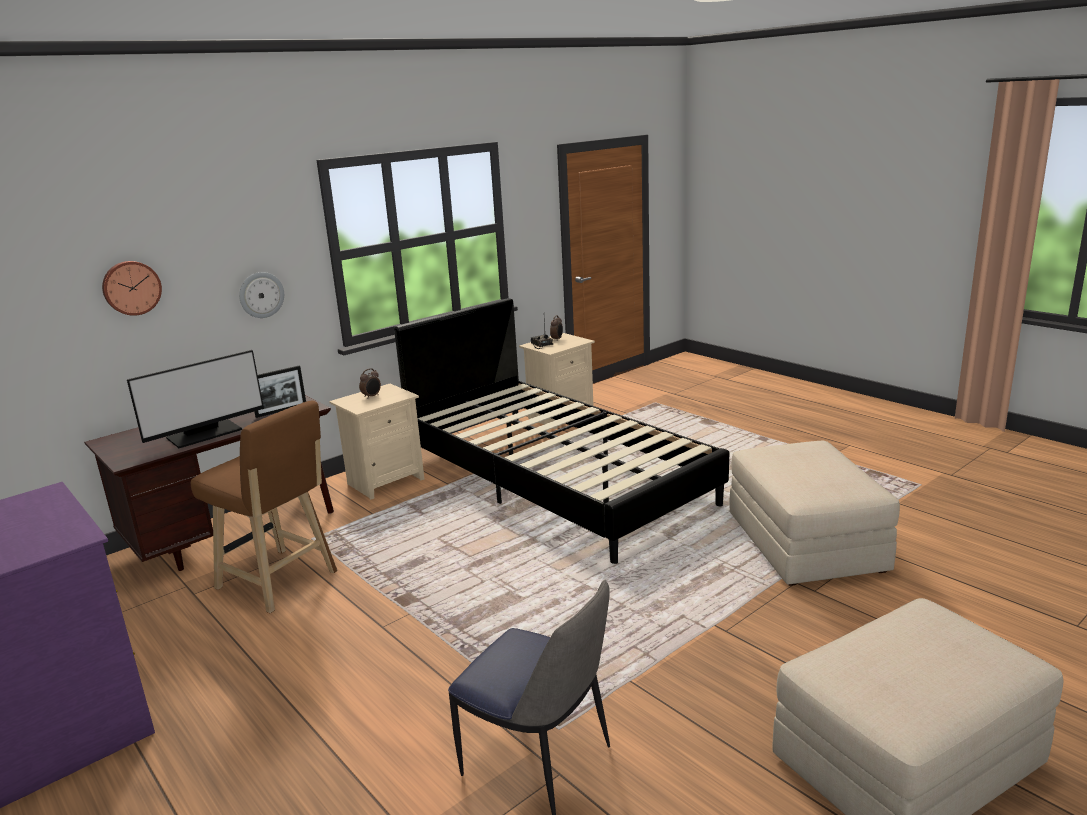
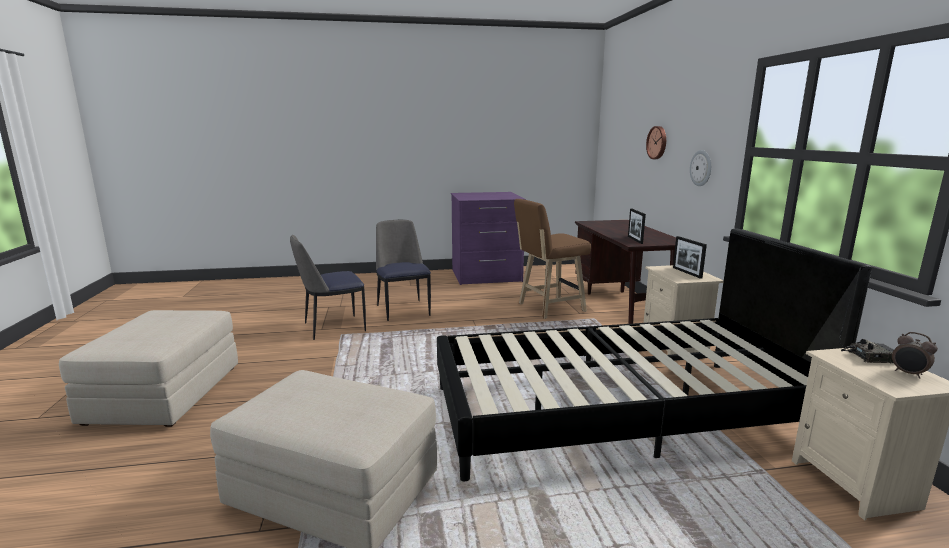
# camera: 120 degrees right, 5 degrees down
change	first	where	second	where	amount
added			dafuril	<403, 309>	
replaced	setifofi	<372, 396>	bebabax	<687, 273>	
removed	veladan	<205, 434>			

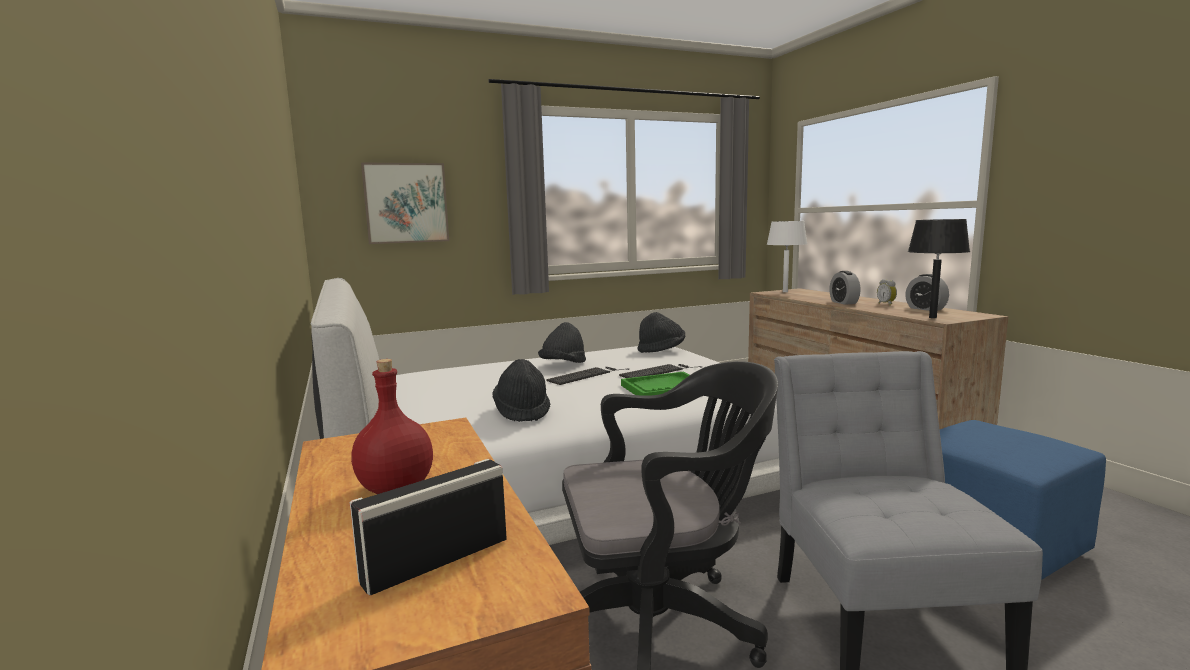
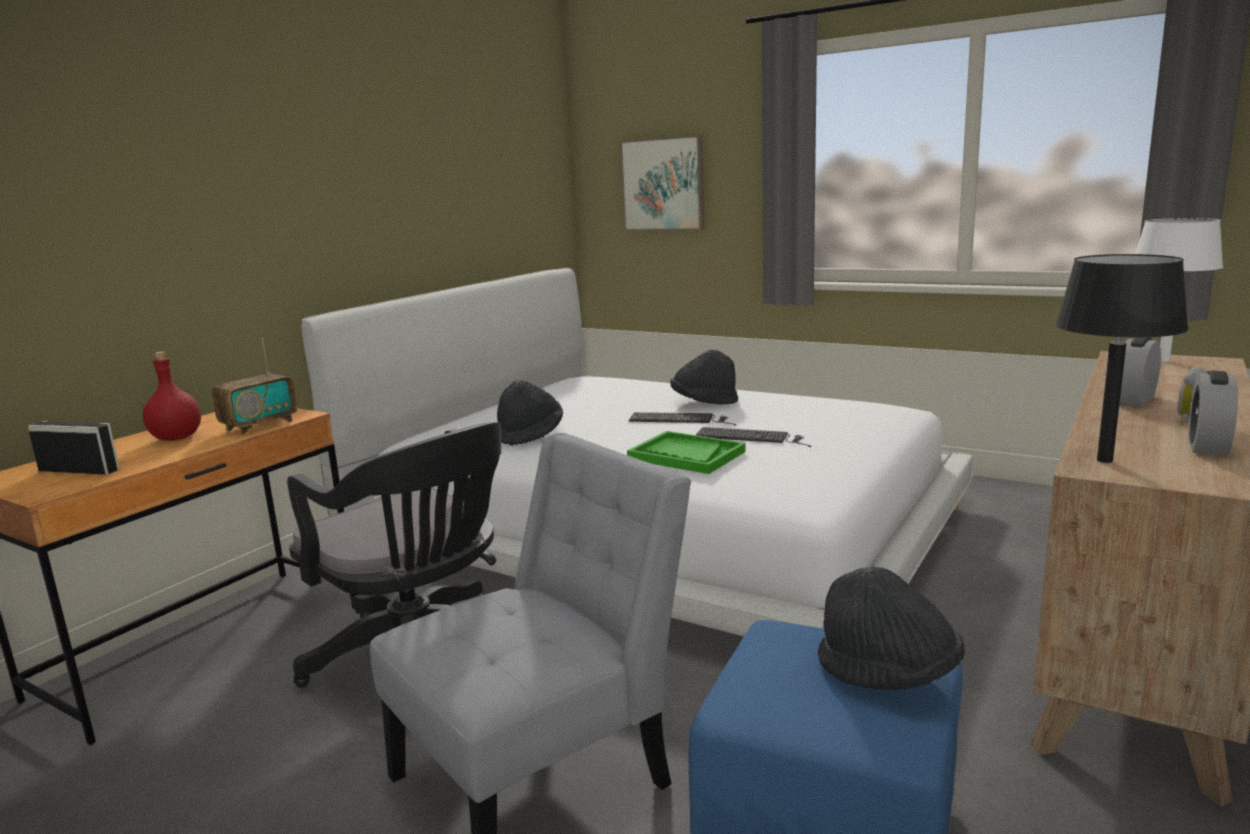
# camera: 55 degrees right, 5 degrees up
change	first	where	second	where	amount
added			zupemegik	<259, 426>	
moved	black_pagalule	<661, 350>		<888, 675>	

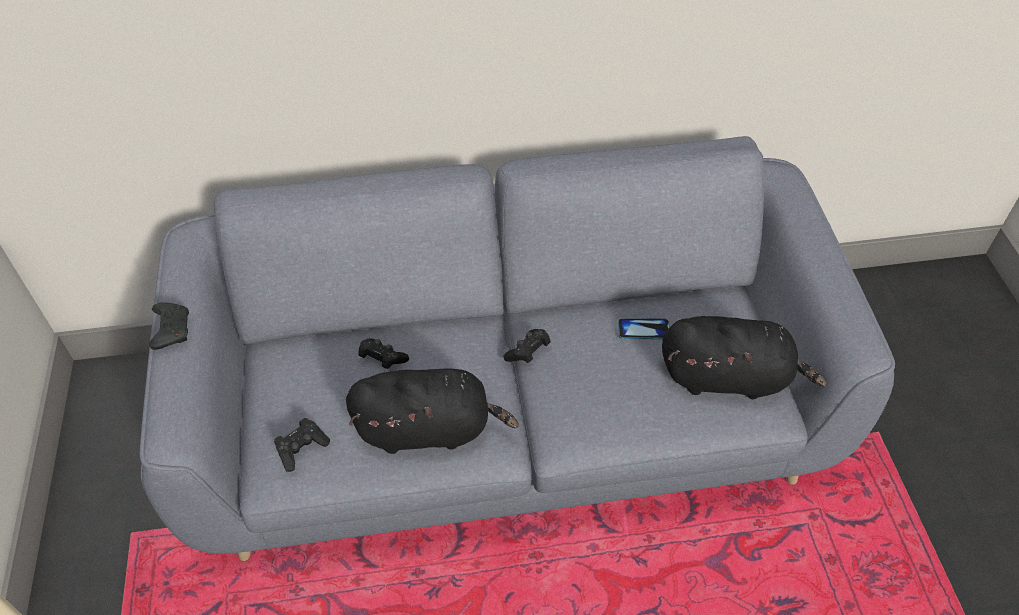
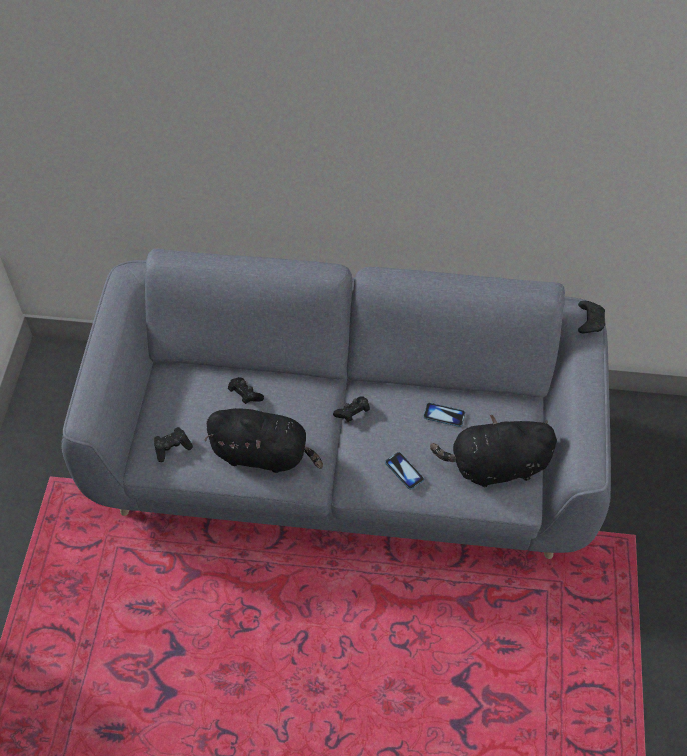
# camera: 15 degrees right, 5 degrees up
change	first	where	second	where	amount
added			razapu	<404, 471>	
turned	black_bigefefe	<729, 377>		<495, 466>	150 degrees clockwise
moved	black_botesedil	<171, 329>		<589, 321>	

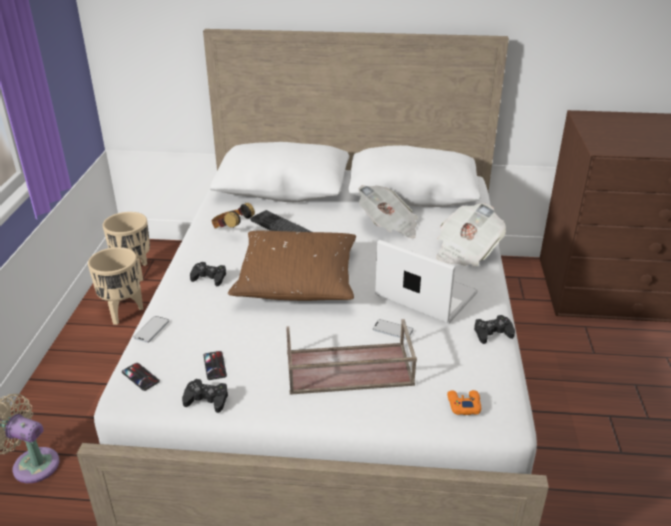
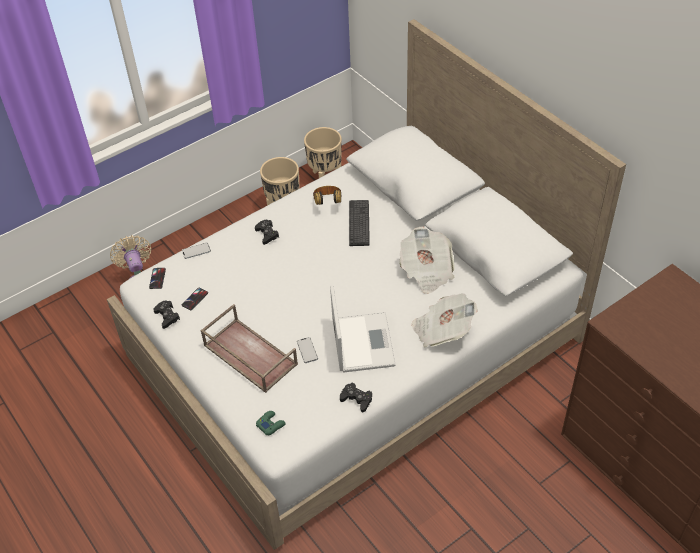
# camera: 50 degrees right, 15 degrees up
change	first	where	second	where	amount
recoloured	orange_botesedil	<463, 405>	green_botesedil	<270, 424>	
removed	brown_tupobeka	<297, 280>			

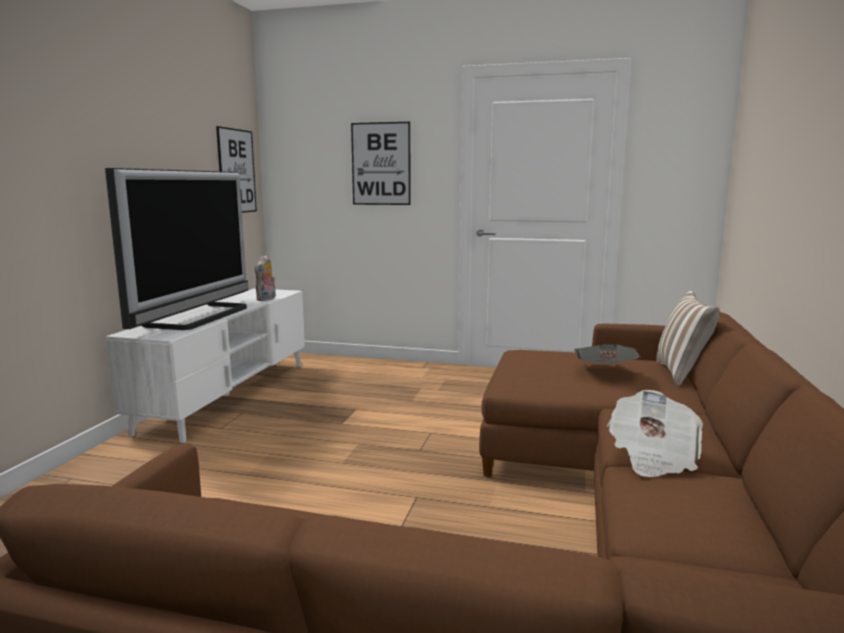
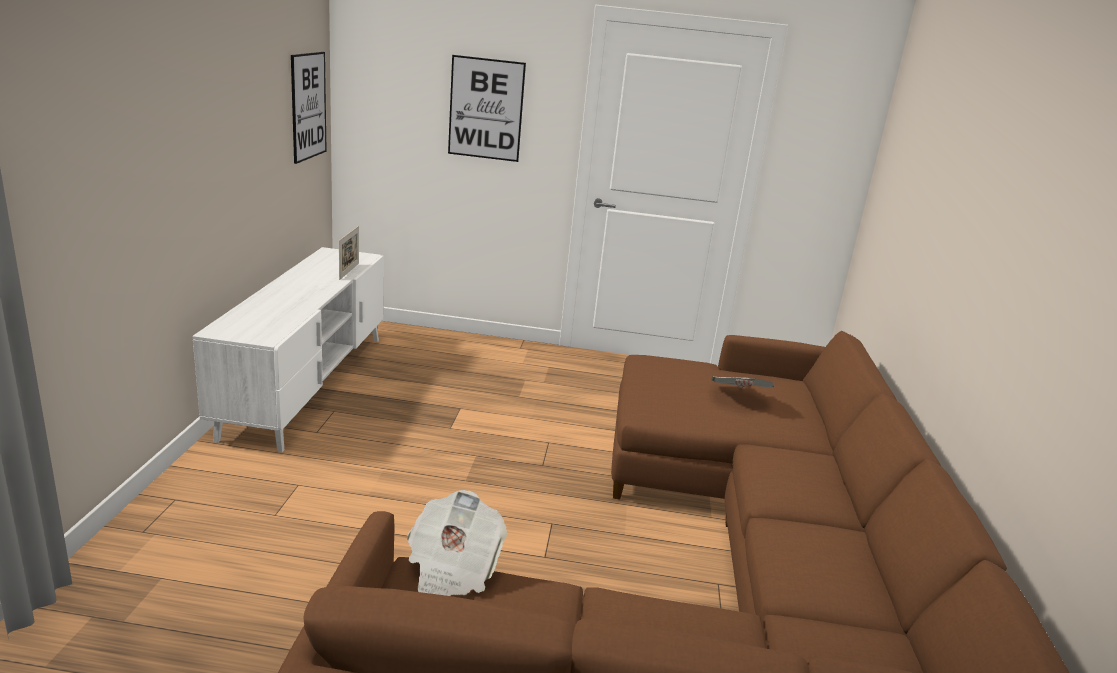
# camera: 10 degrees left, 10 degrees up
change	first	where	second	where	amount
replaced	bigefefe	<266, 299>	bebabax	<349, 271>	
moved	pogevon	<652, 457>		<452, 568>	
removed	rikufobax	<201, 316>			
removed	tupobeka	<682, 373>			

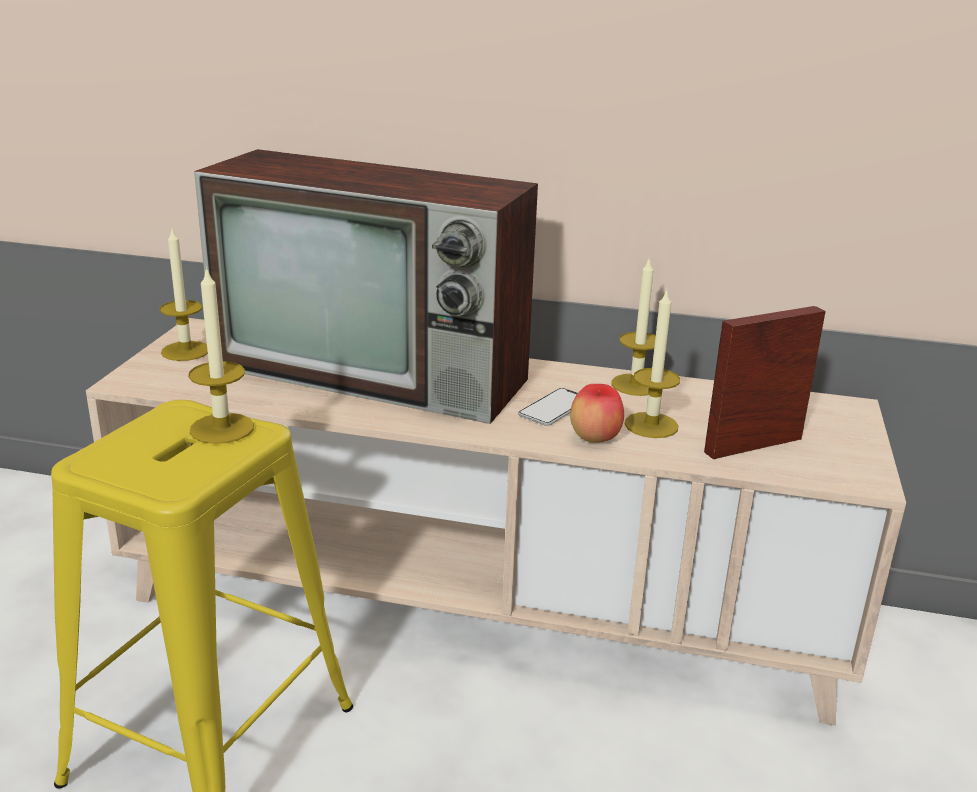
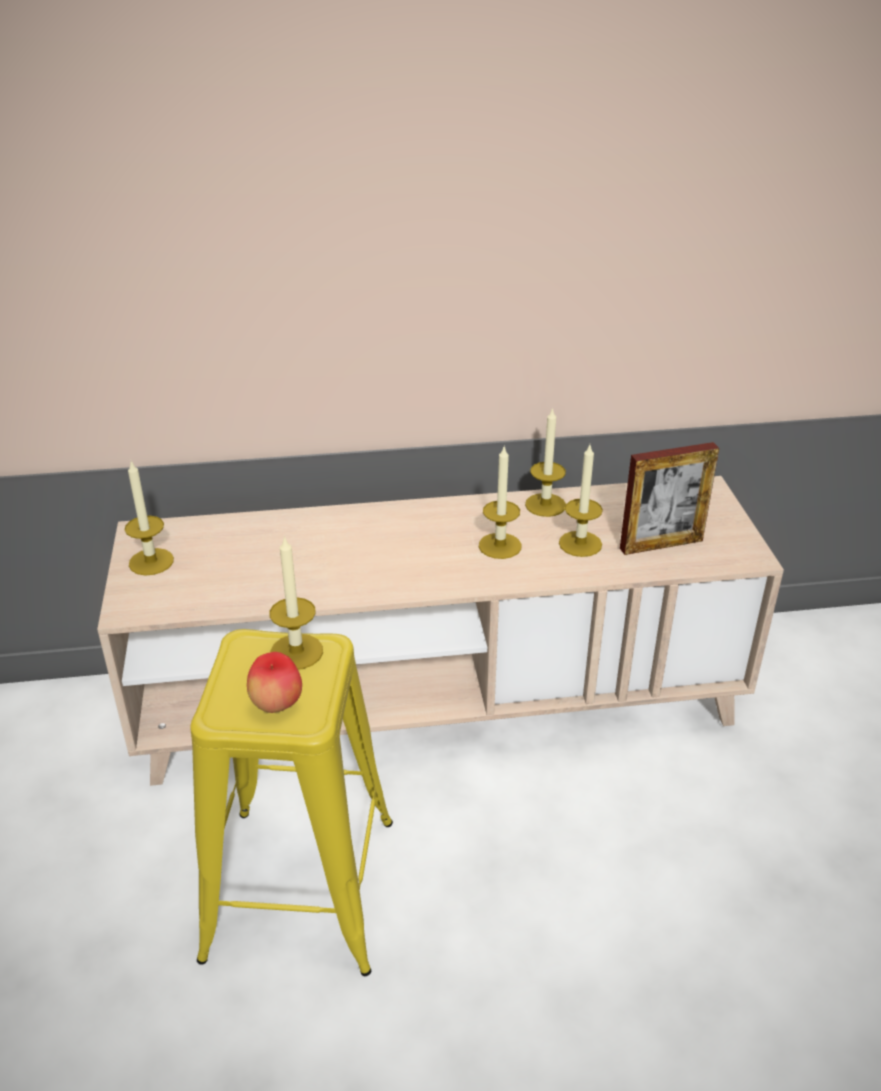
# camera: 20 degrees left, 10 degrees up
change	first	where	second	where	amount
moved	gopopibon	<594, 439>		<277, 705>	
replaced	razapu	<554, 408>	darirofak	<500, 546>	
turned	bebabax	<753, 445>		<661, 544>	150 degrees counterclockwise
removed	rikufobax	<377, 373>			

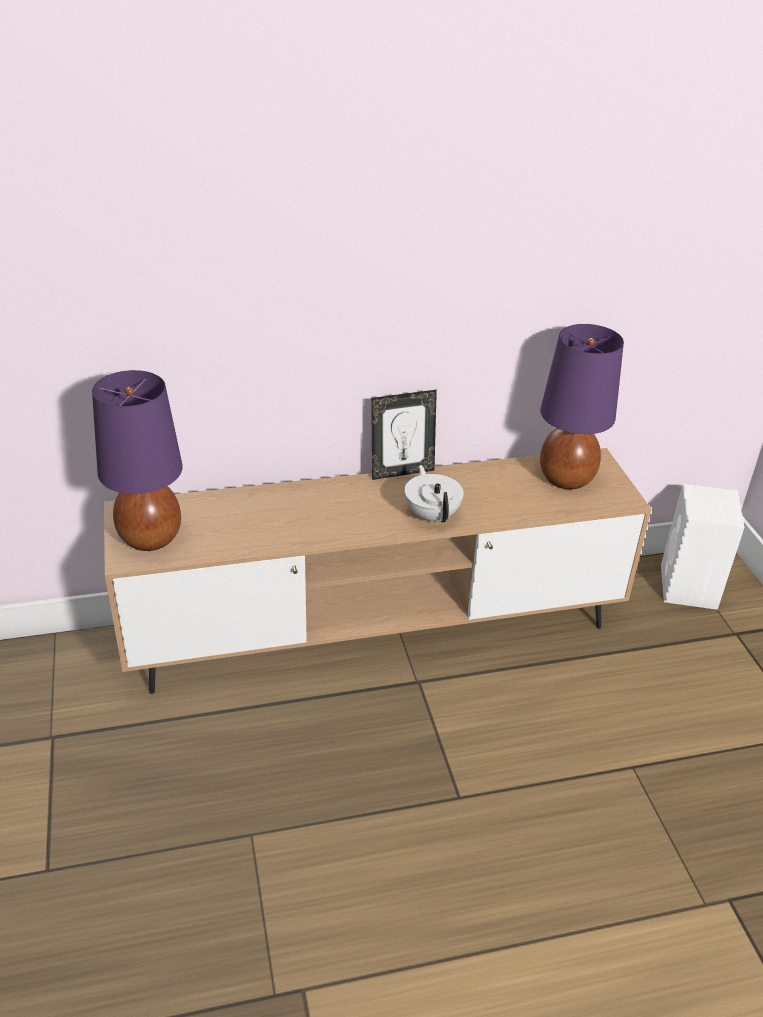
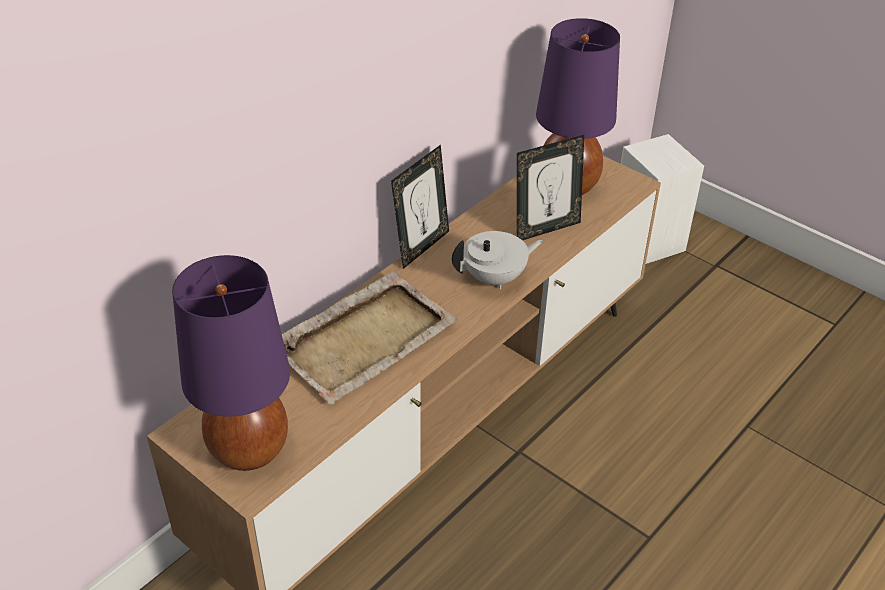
# camera: 35 degrees left, 5 degrees up
change	first	where	second	where	amount
added			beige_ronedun	<366, 338>	
turned	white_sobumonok	<432, 515>		<495, 278>	120 degrees clockwise
added			bebabax	<546, 228>	

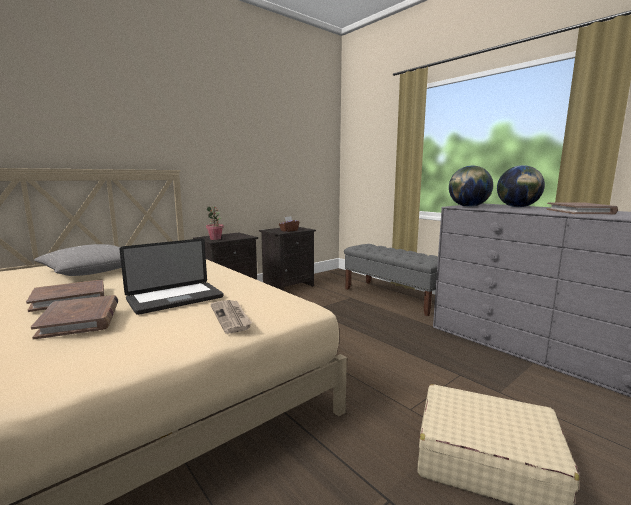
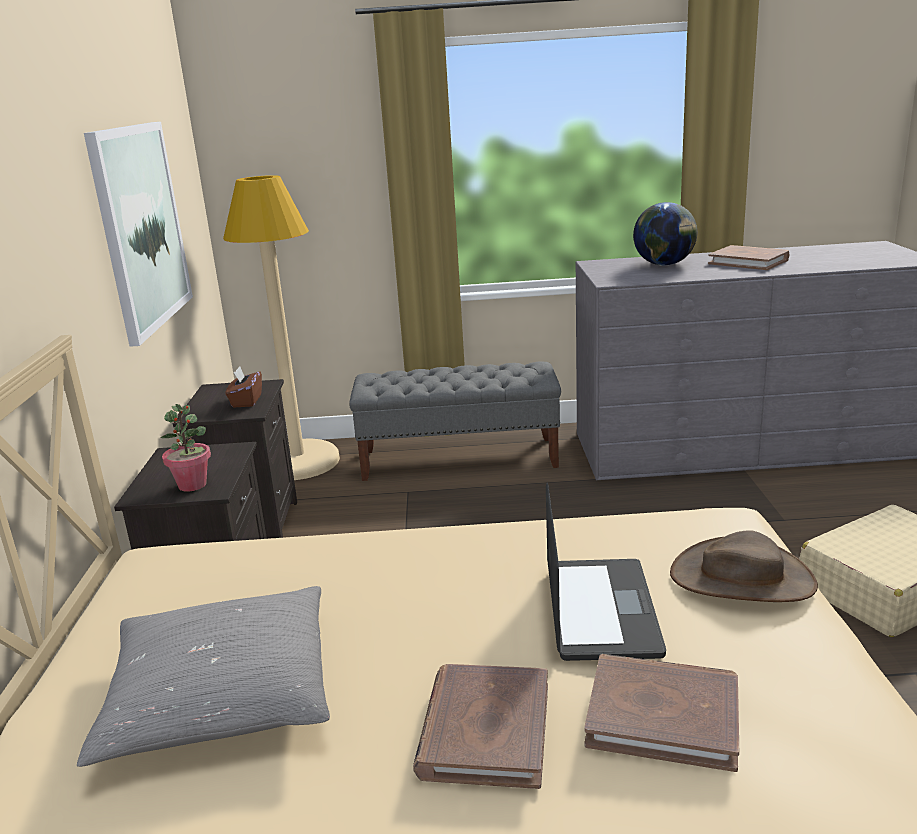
# camera: 50 degrees left, 10 degrees up
change	first	where	second	where	amount
added			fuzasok	<141, 227>	
added			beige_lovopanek	<298, 462>	
replaced	pogevon	<231, 317>	brown_pagalule	<742, 578>	
removed	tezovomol	<468, 206>			

